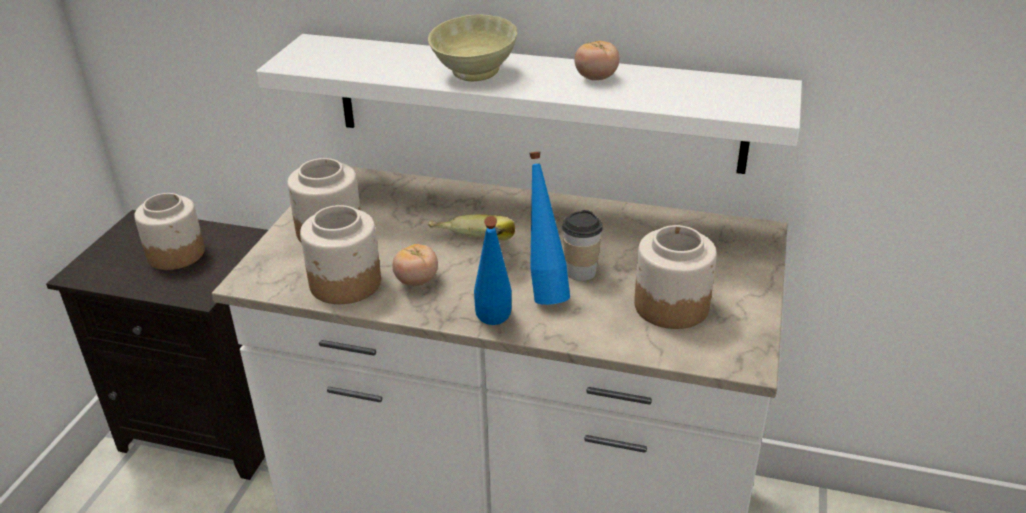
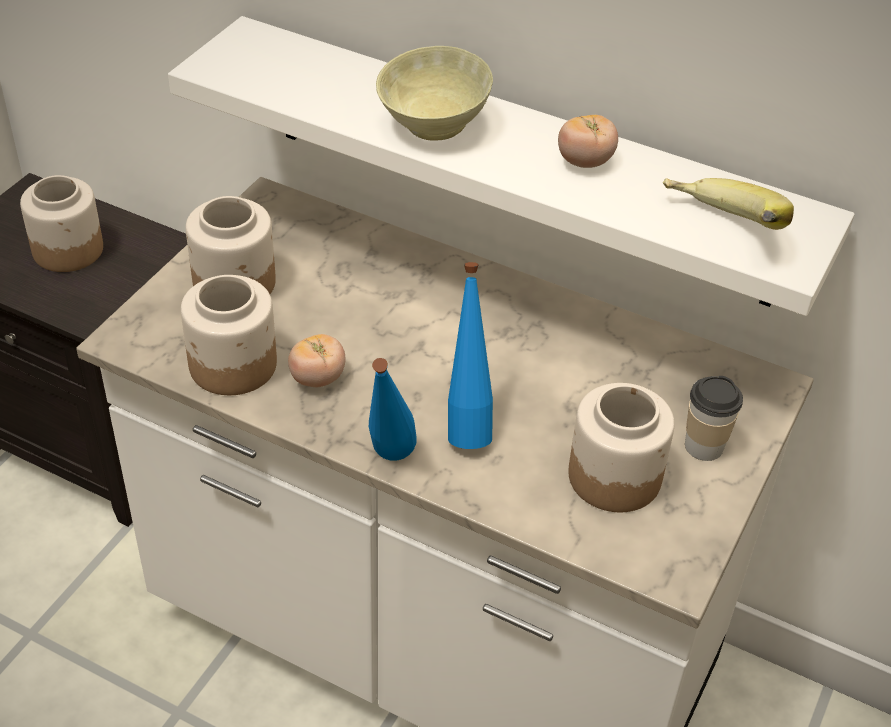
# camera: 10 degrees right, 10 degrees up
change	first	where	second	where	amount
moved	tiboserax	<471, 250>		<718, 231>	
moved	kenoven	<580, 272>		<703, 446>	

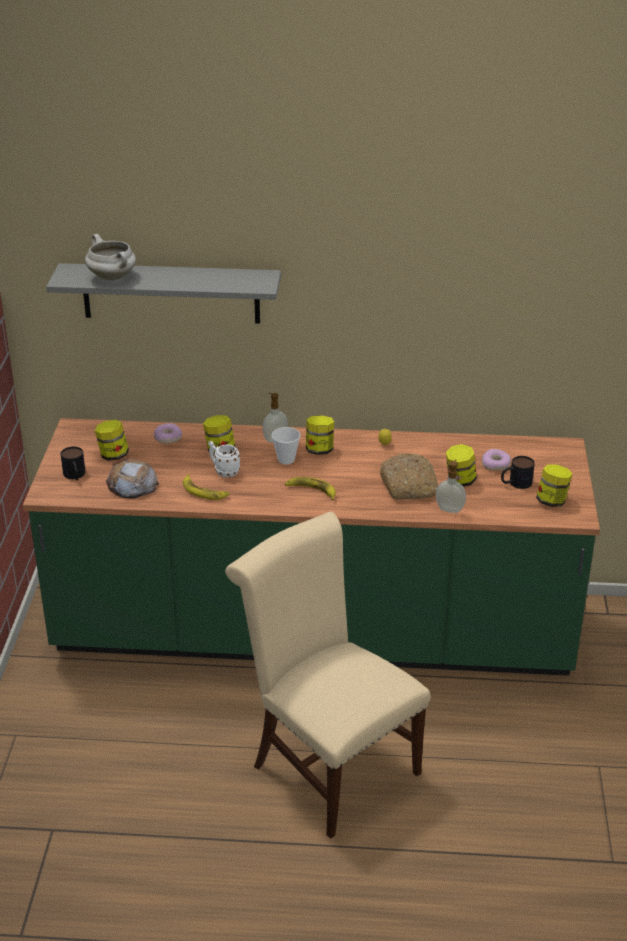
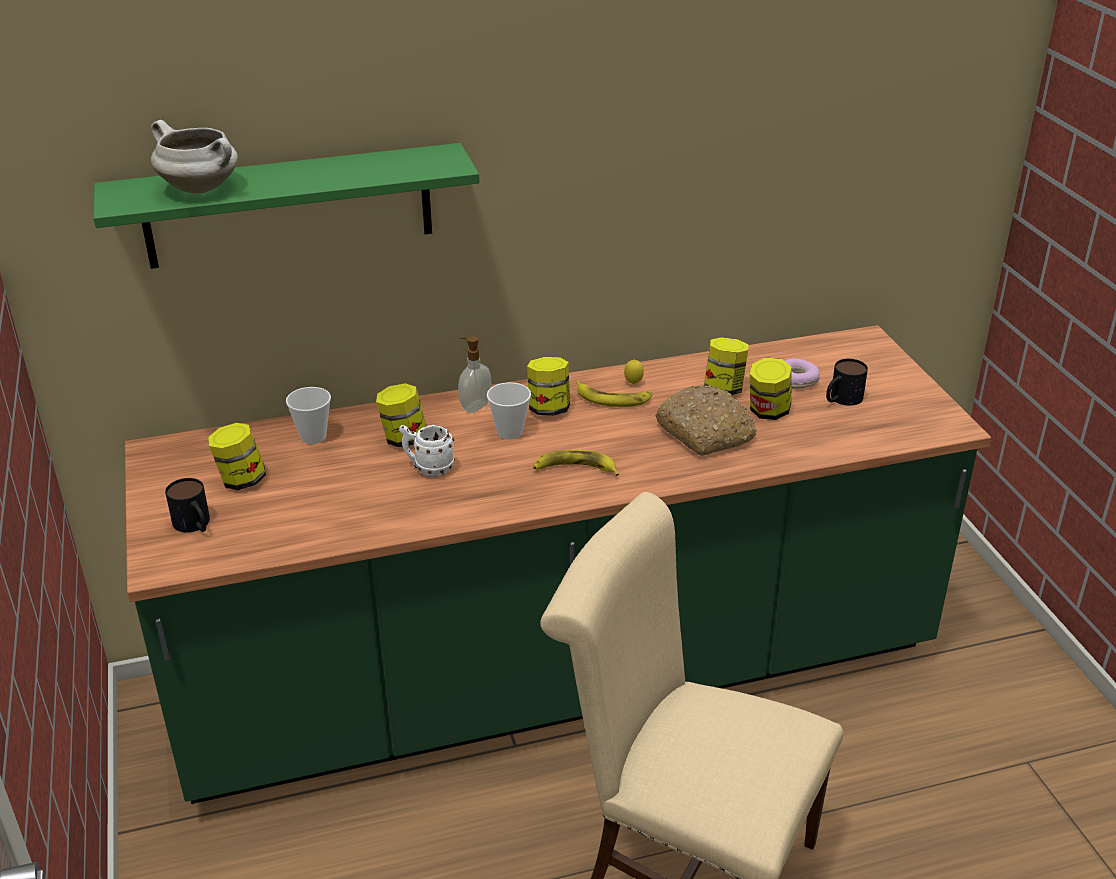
# camera: 20 degrees left, 0 degrees up
change	first	where	second	where	amount
recoloured	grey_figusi	<171, 293>	green_figusi	<289, 206>	
replaced	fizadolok	<167, 438>	kenoven	<313, 437>	
moved	tiboserax	<204, 491>		<613, 398>	
moved	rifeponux	<552, 501>		<724, 389>	
removed	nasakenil	<132, 485>			
removed	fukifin	<450, 509>			

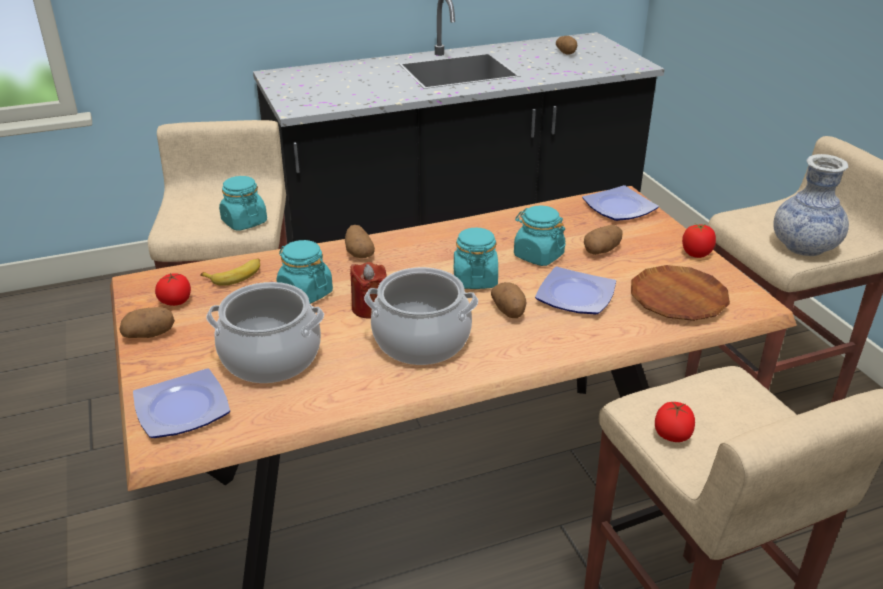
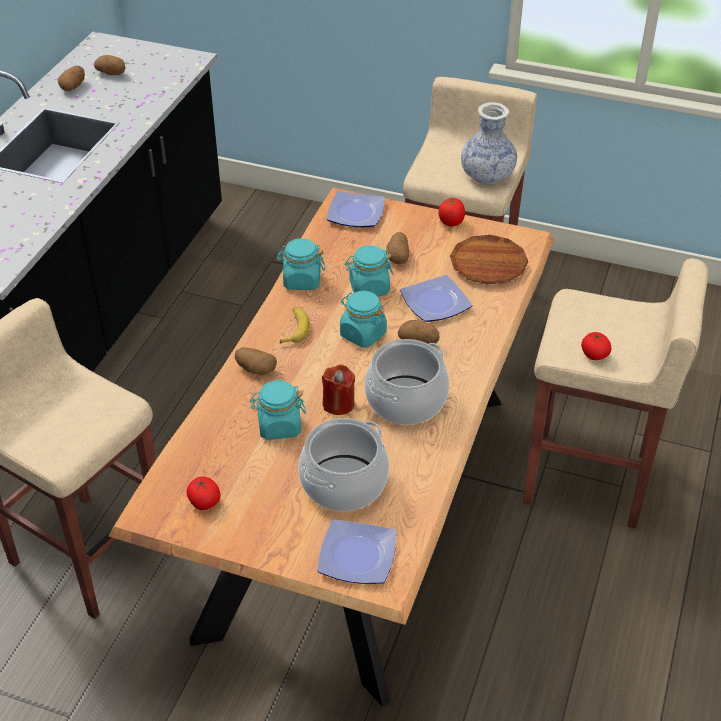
# camera: 50 degrees left, 10 degrees up
change	first	where	second	where	amount
moved	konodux	<150, 334>		<73, 87>	
moved	turquoise_rifeponux	<244, 222>		<301, 280>	
moved	tiboserax	<235, 276>		<294, 329>	

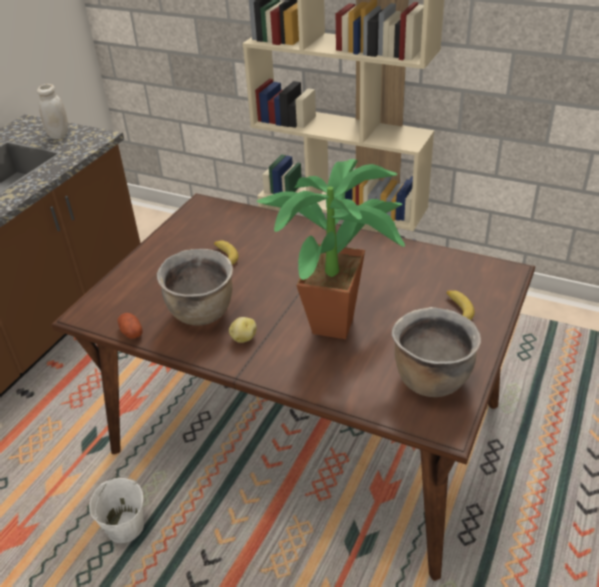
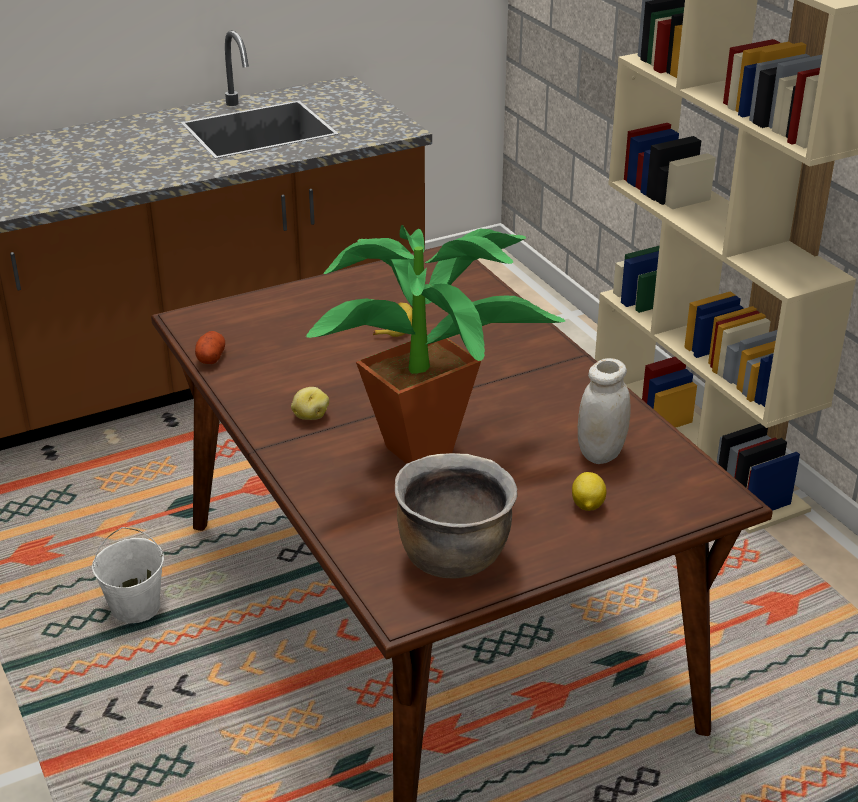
# camera: 35 degrees right, 5 degrees down
change	first	where	second	where	amount
replaced	tiboserax	<456, 310>	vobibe	<587, 506>	
moved	white_rifeponux	<59, 135>		<601, 453>	
removed	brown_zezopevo	<202, 313>			

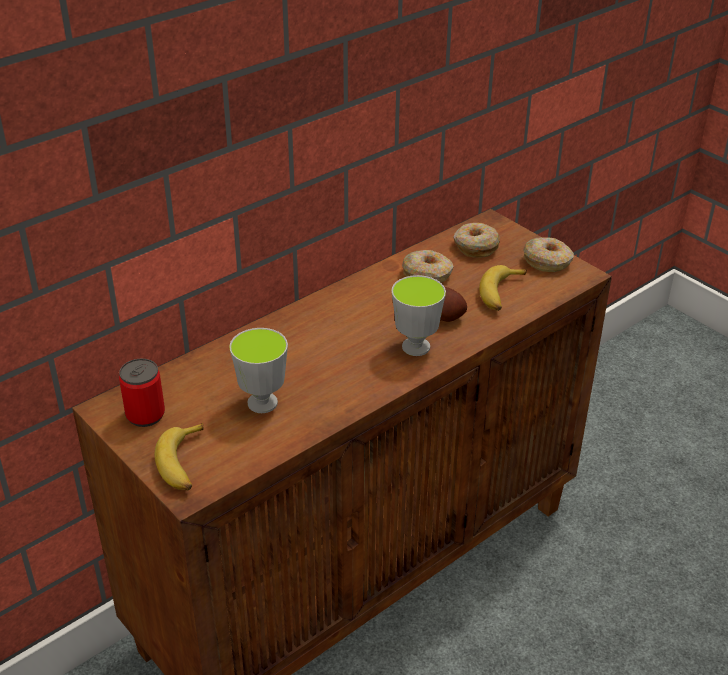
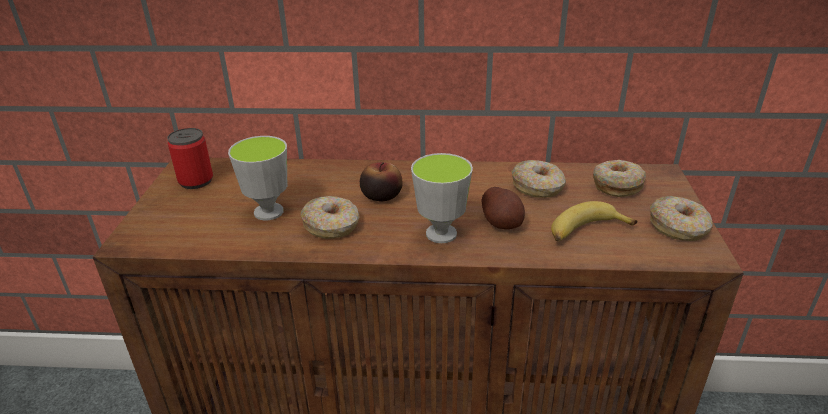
# camera: 45 degrees right, 5 degrees down
change	first	where	second	where	amount
added			fizadolok	<332, 225>	
added			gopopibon	<381, 195>	
removed	tiboserax	<183, 464>			

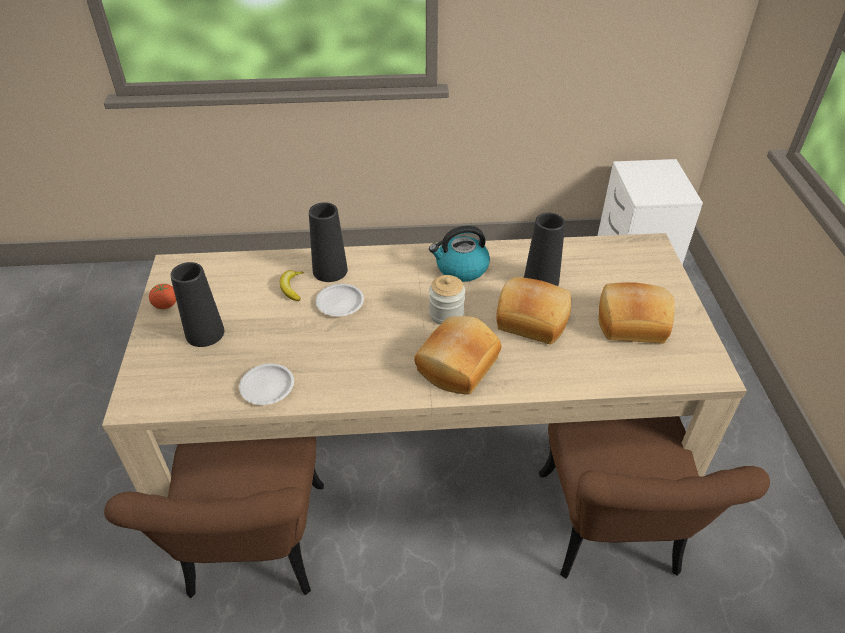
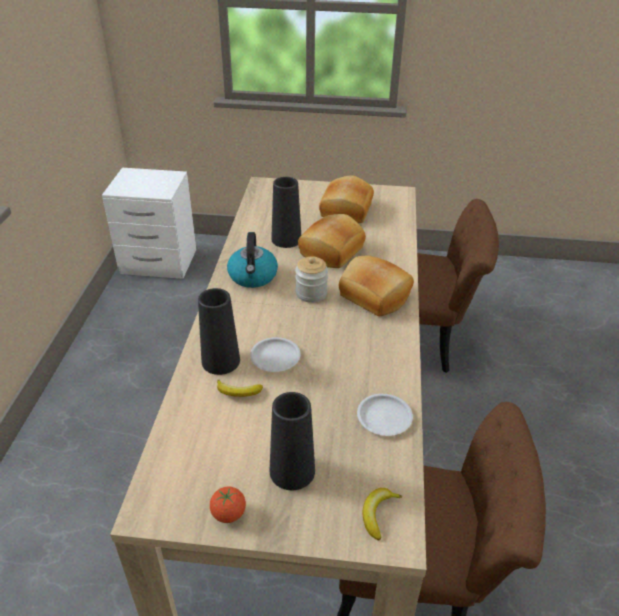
# camera: 80 degrees left, 5 degrees down
change	first	where	second	where	amount
added			tiboserax	<378, 514>	

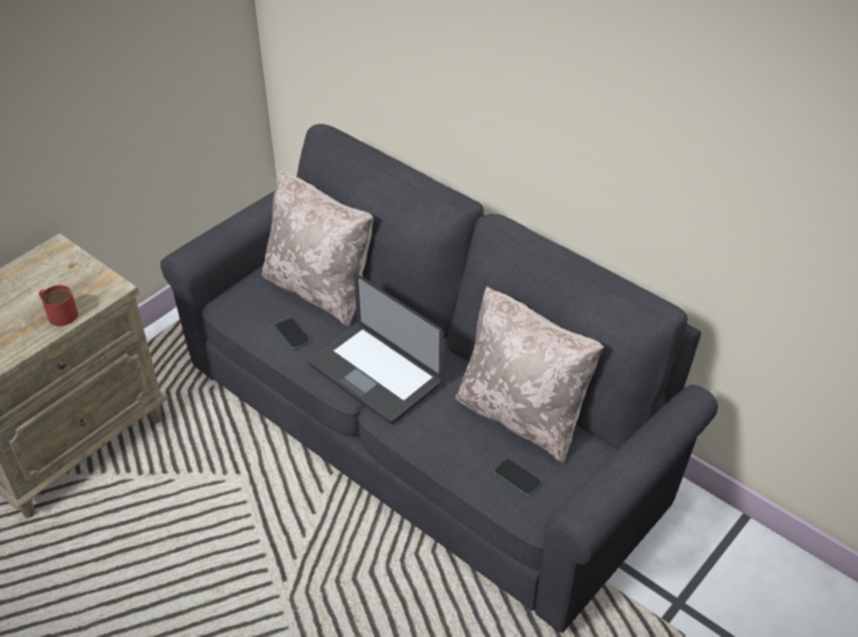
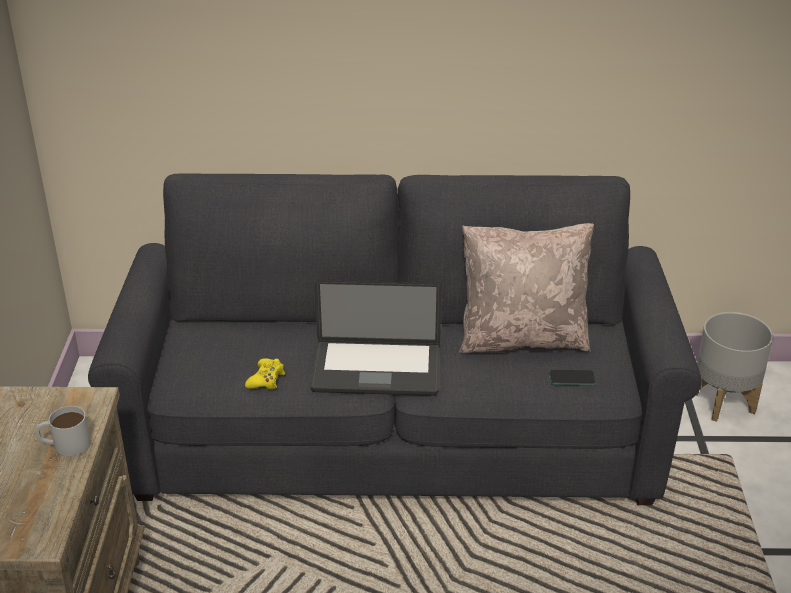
# camera: 40 degrees left, 10 degrees down
change	first	where	second	where	amount
recoloured	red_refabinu	<58, 313>	white_refabinu	<64, 444>	
replaced	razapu	<292, 334>	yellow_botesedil	<266, 379>	
added			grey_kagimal	<723, 402>	
removed	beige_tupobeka	<320, 289>			

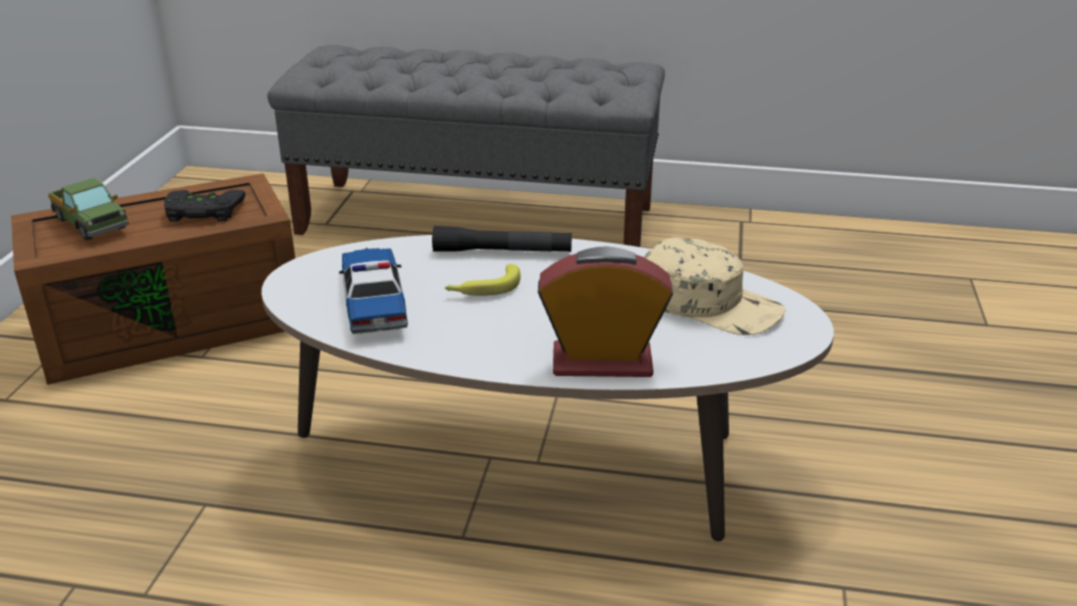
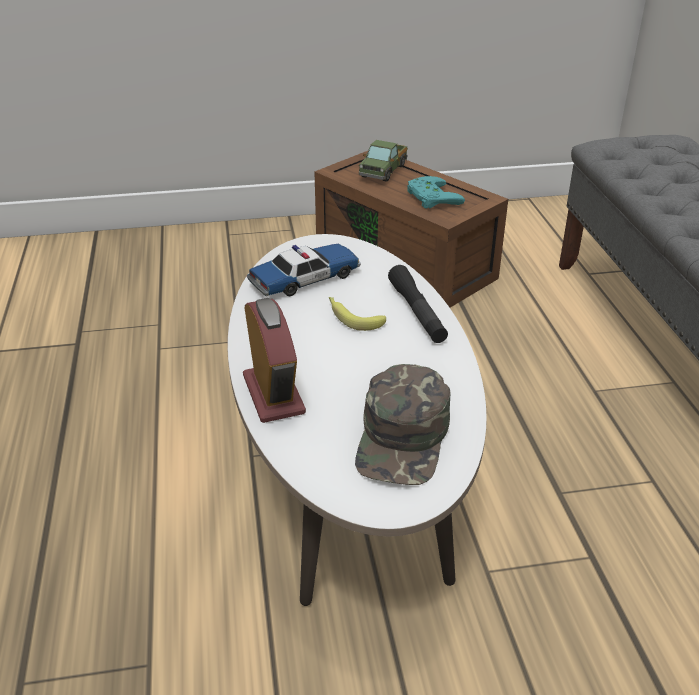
# camera: 70 degrees right, 5 degrees up
change	first	where	second	where	amount
recoloured	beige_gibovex	<710, 302>	green_gibovex	<404, 437>	
recoloured	black_botesedil	<202, 212>	turquoise_botesedil	<430, 197>	

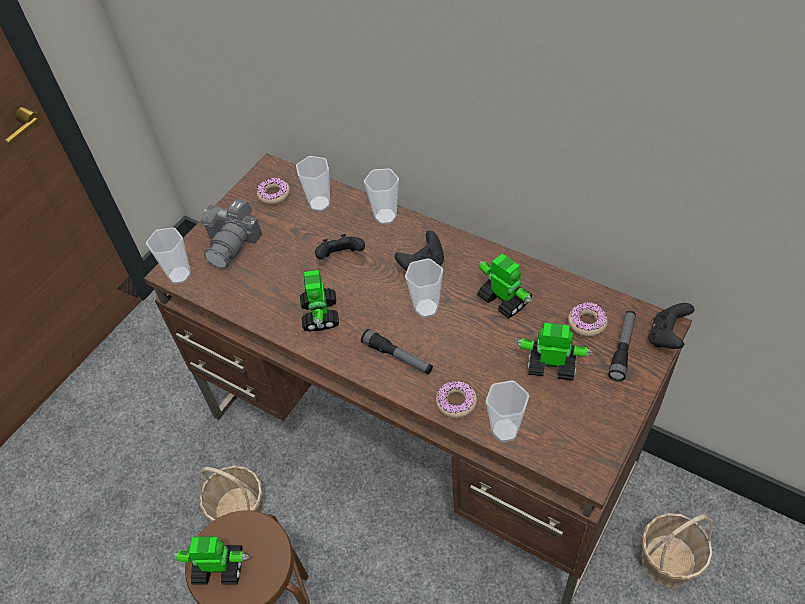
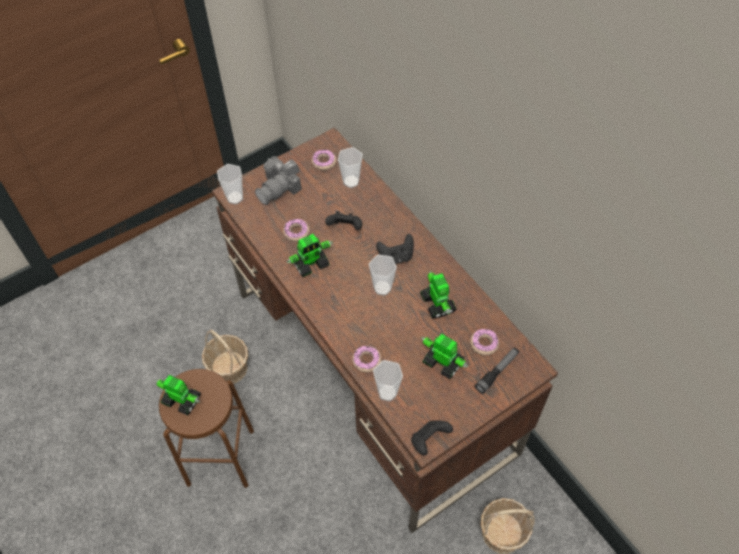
# camera: 20 degrees right, 5 degrees up
change	first	where	second	where	amount
added			fizadolok	<296, 232>	
turned	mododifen	<320, 314>		<311, 263>	135 degrees counterclockwise
moved	black_botesedil	<666, 336>		<429, 440>	
removed	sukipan	<397, 357>			
removed	kenoven	<385, 216>			

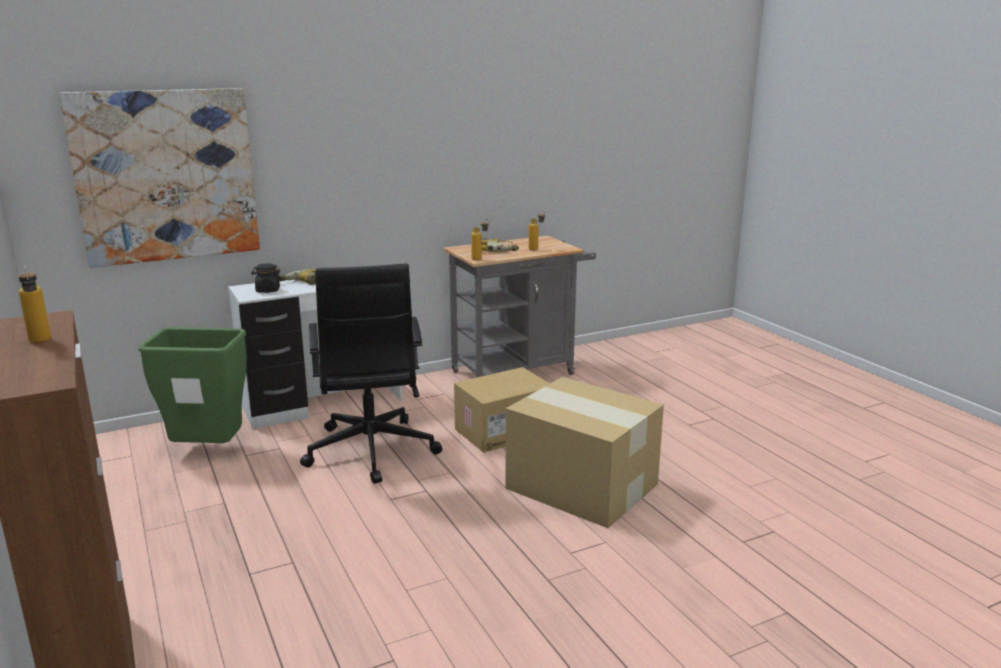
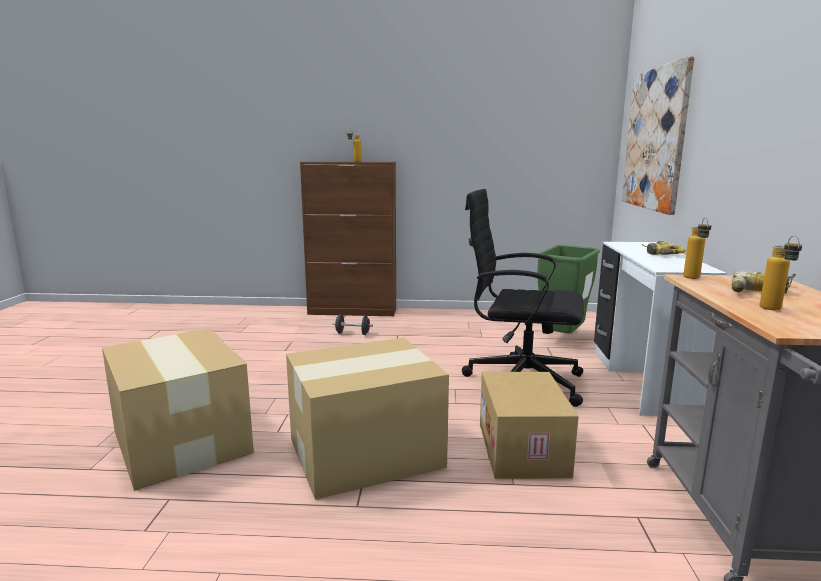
# camera: 120 degrees right, 5 degrees down
change	first	where	second	where	amount
added			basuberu	<182, 440>	
added			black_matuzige	<352, 333>	
removed	black_rifeponux	<267, 290>			

